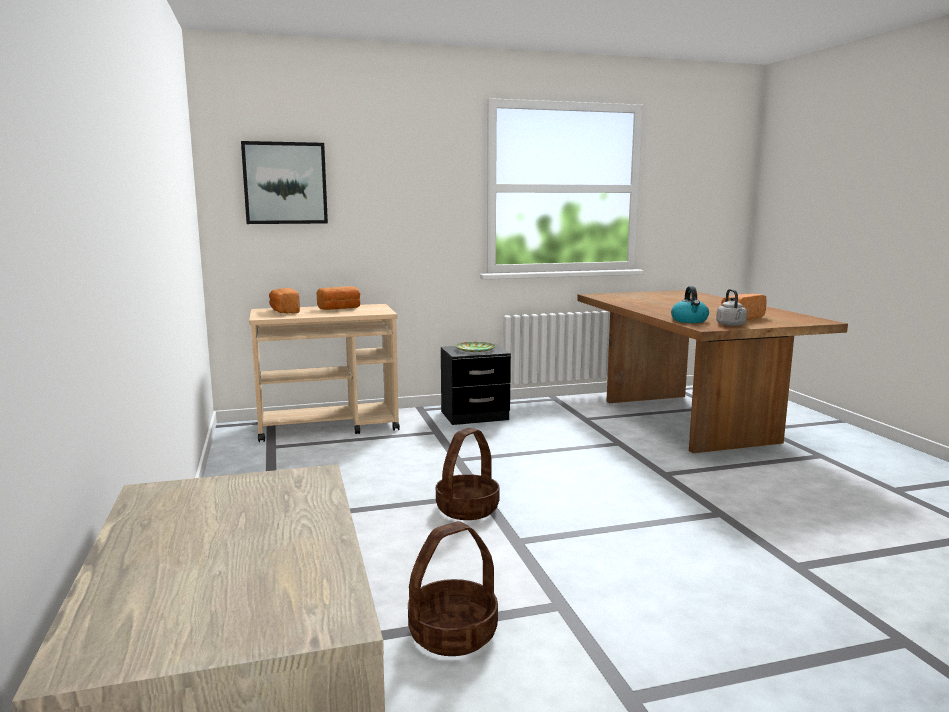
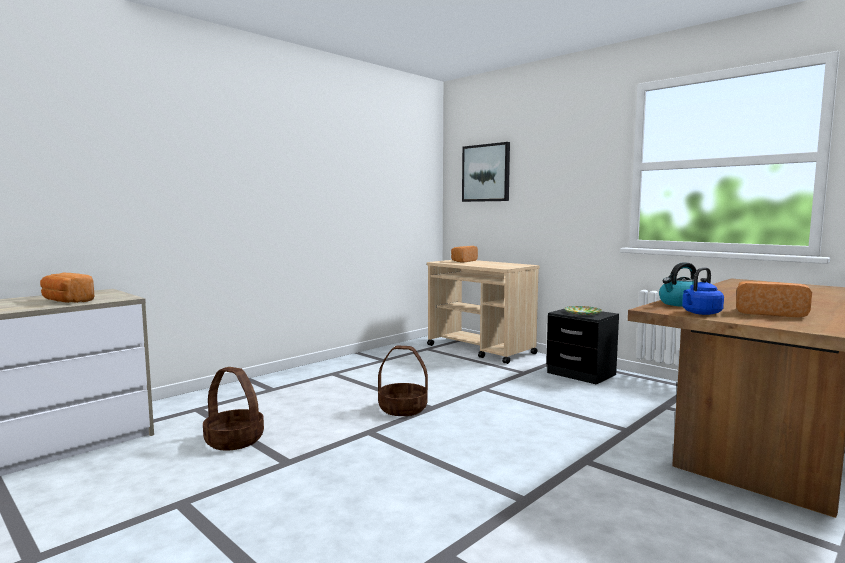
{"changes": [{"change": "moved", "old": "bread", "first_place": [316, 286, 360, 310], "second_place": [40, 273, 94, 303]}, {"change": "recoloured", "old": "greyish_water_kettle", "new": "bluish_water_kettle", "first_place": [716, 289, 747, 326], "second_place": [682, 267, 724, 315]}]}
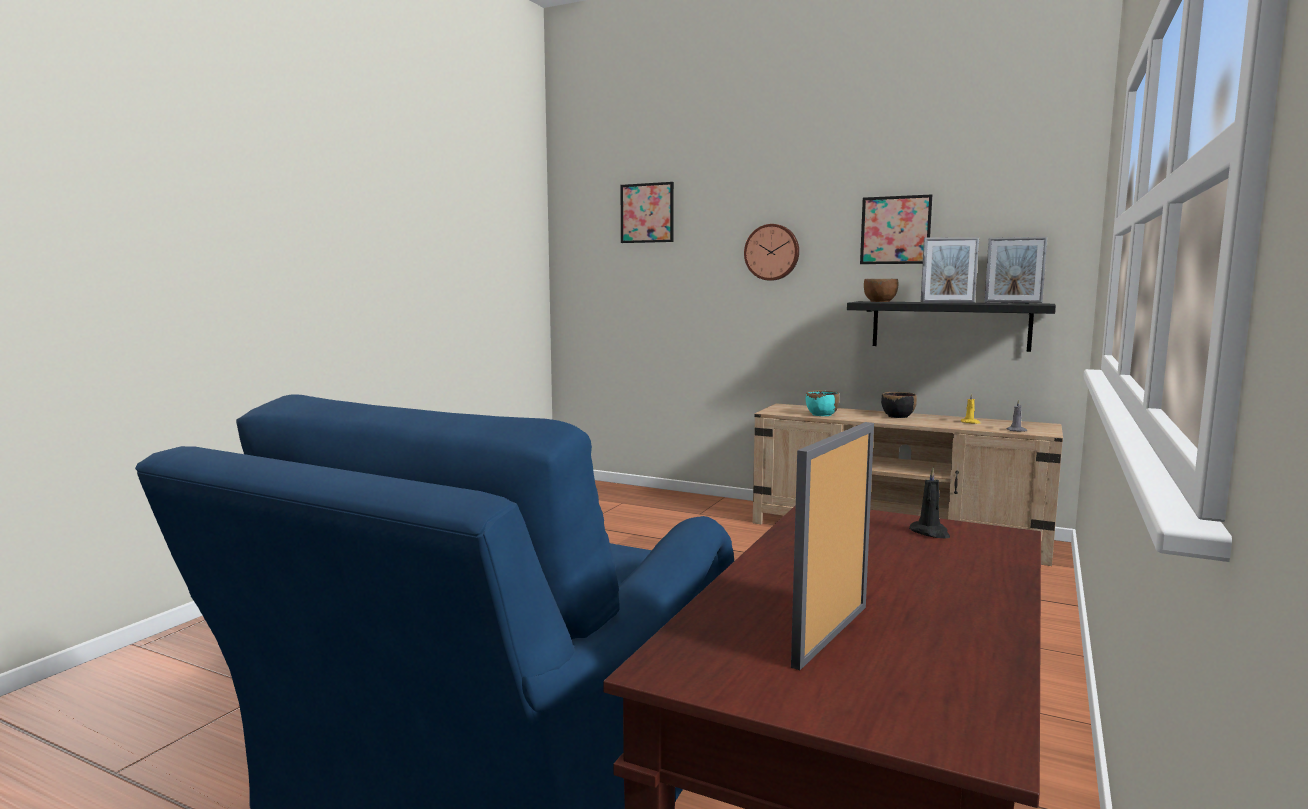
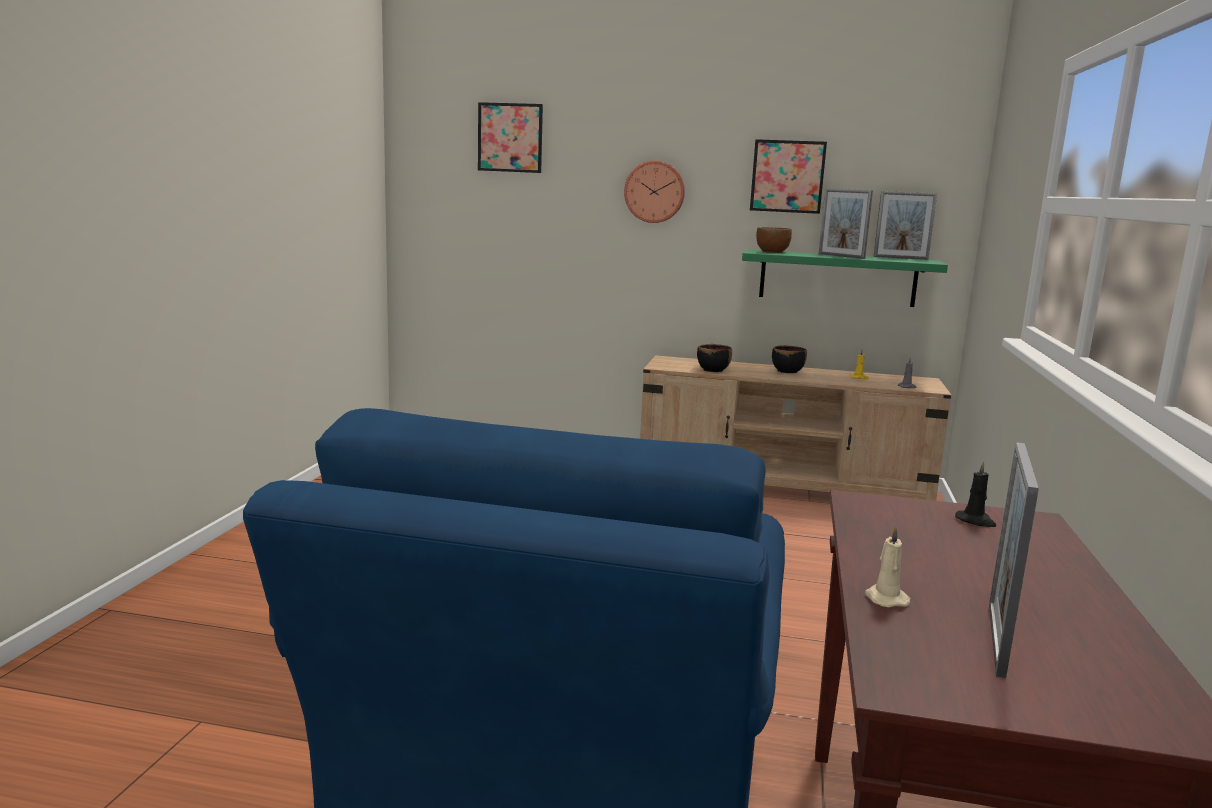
{"changes": [{"change": "recoloured", "old": "blue-green_bowl", "new": "blackish_bowl", "first_place": [806, 390, 840, 416], "second_place": [697, 344, 732, 372]}, {"change": "recoloured", "old": "blackish_wall_shelf", "new": "green_wall_shelf", "first_place": [847, 301, 1056, 352], "second_place": [742, 249, 948, 307]}, {"change": "turned", "old": "picture_frame", "first_place": [921, 237, 979, 303], "second_place": [819, 189, 873, 259], "degrees": 60}, {"change": "added", "new": "beige-coloured_wax_light", "second_place": [865, 526, 910, 607]}]}
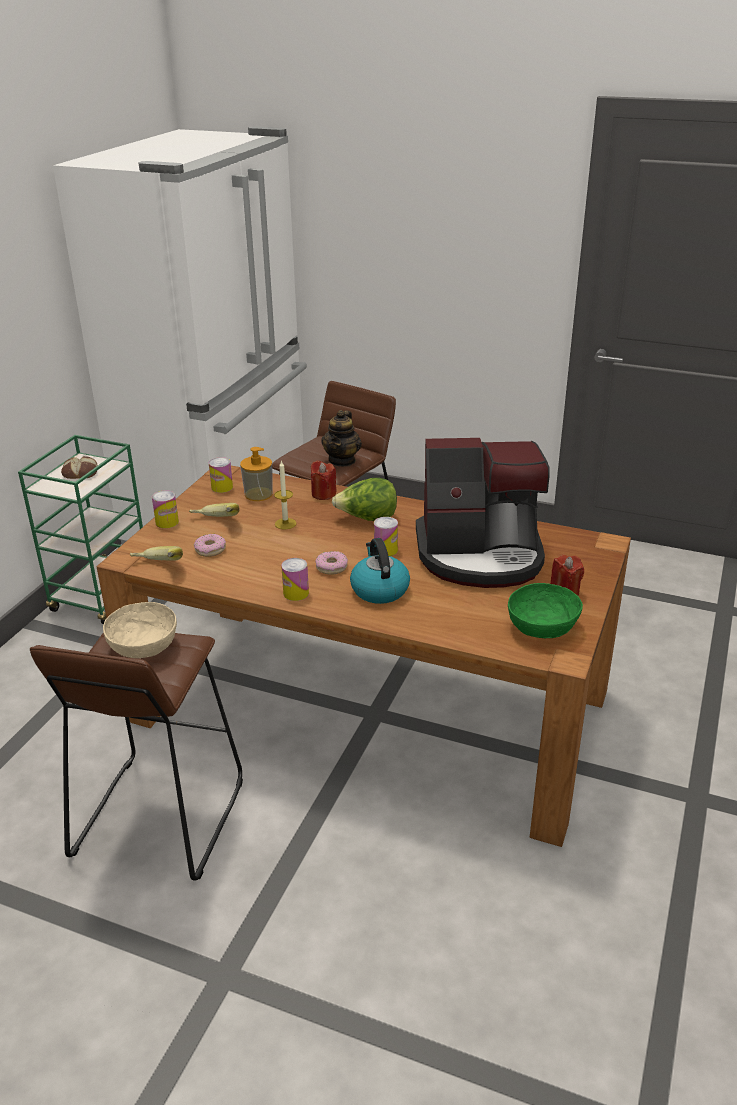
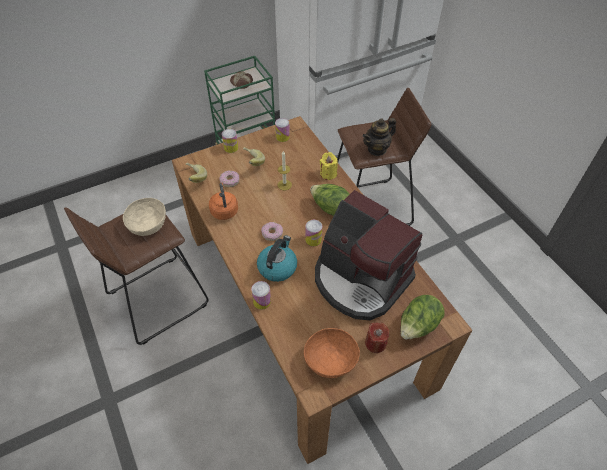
{"changes": [{"change": "added", "new": "orangey_water_kettle", "second_place": [209, 183, 238, 220]}, {"change": "moved", "old": "can", "first_place": [281, 558, 309, 601], "second_place": [251, 281, 271, 309]}, {"change": "recoloured", "old": "green_bowl", "new": "orangey_bowl", "first_place": [508, 583, 583, 638], "second_place": [304, 328, 360, 378]}, {"change": "recoloured", "old": "reddish_wax_light", "new": "yellowish_wax_light", "first_place": [311, 461, 337, 500], "second_place": [320, 152, 338, 180]}, {"change": "added", "new": "head_of_lettuce", "second_place": [400, 295, 444, 339]}, {"change": "removed", "old": "soap_dispenser", "first_place": [240, 447, 273, 501]}]}
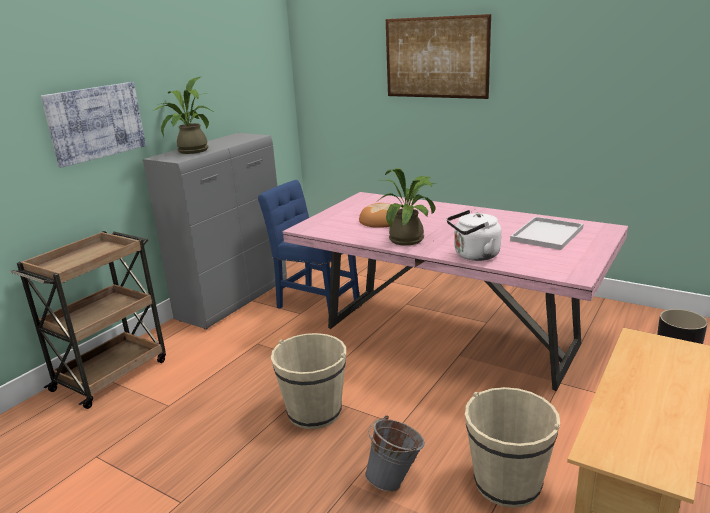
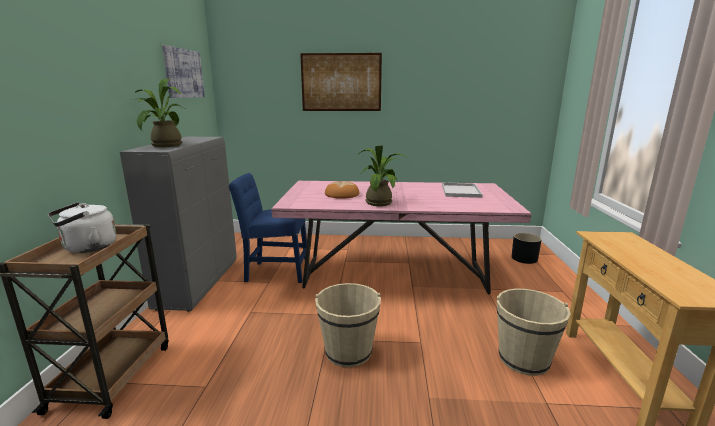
{"changes": [{"change": "moved", "old": "white-coloured_water_kettle", "first_place": [447, 210, 501, 261], "second_place": [48, 203, 117, 253]}, {"change": "moved", "old": "wall_art", "first_place": [41, 82, 146, 168], "second_place": [162, 45, 205, 98]}, {"change": "removed", "old": "greyish_water_bucket", "first_place": [365, 415, 425, 492]}]}
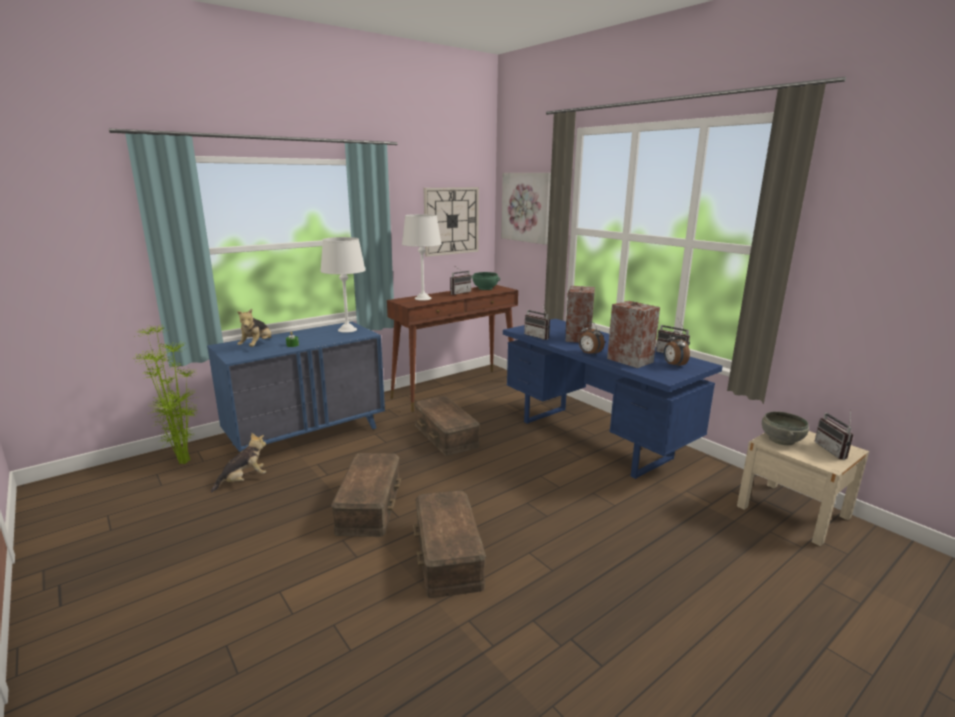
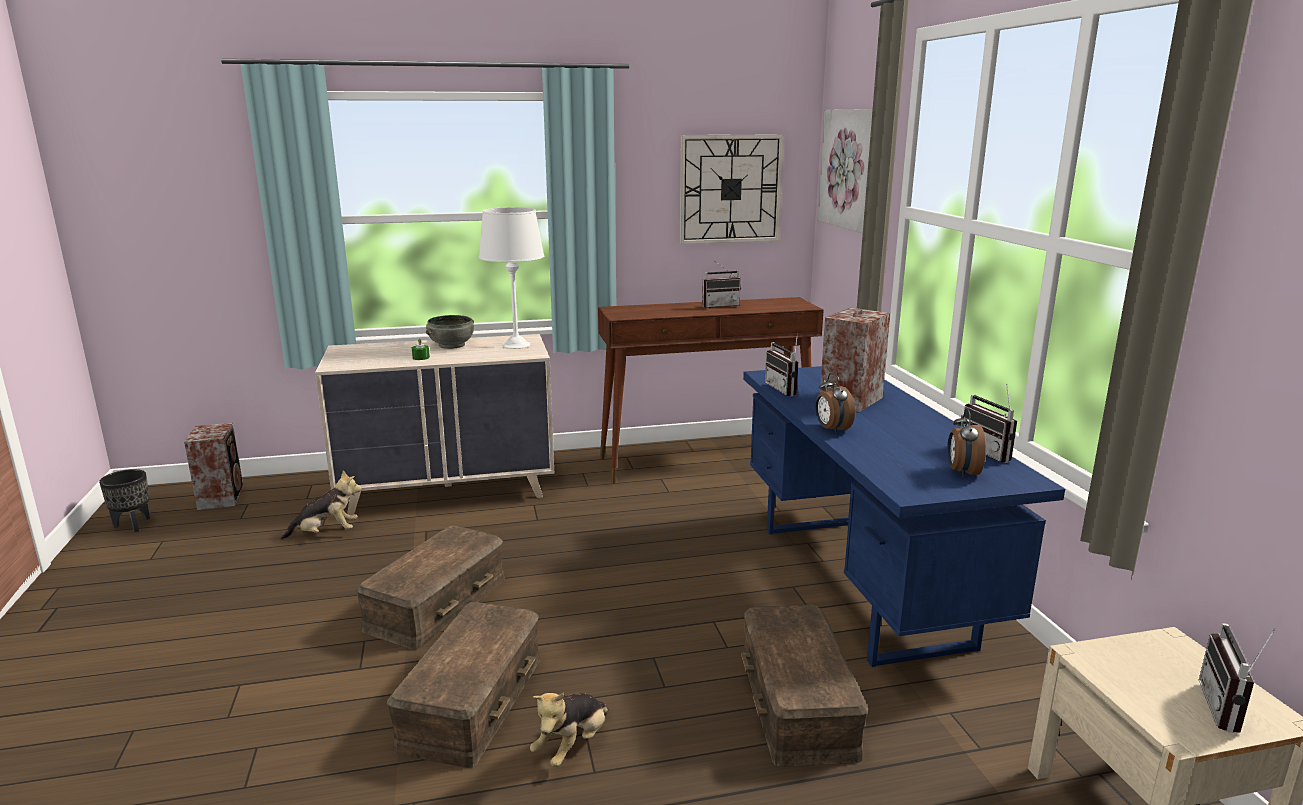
{"changes": [{"change": "added", "new": "blackish_flower_pot", "second_place": [99, 469, 150, 532]}, {"change": "moved", "old": "speaker", "first_place": [607, 301, 660, 368], "second_place": [184, 423, 244, 510]}, {"change": "recoloured", "old": "bluish_chest_of_drawers", "new": "beige-coloured_chest_of_drawers", "first_place": [207, 322, 385, 452], "second_place": [315, 334, 555, 515]}, {"change": "moved", "old": "greyish_bowl", "first_place": [762, 411, 809, 445], "second_place": [426, 315, 474, 349]}, {"change": "moved", "old": "soft_toy", "first_place": [237, 309, 271, 347], "second_place": [530, 692, 609, 767]}, {"change": "moved", "old": "brown_storage_container", "first_place": [414, 396, 480, 456], "second_place": [741, 605, 869, 767]}, {"change": "removed", "old": "houseplant", "first_place": [134, 325, 198, 464]}, {"change": "removed", "old": "white-coloured_table_lamp", "first_place": [402, 214, 441, 301]}, {"change": "removed", "old": "green_bowl", "first_place": [471, 272, 500, 290]}]}
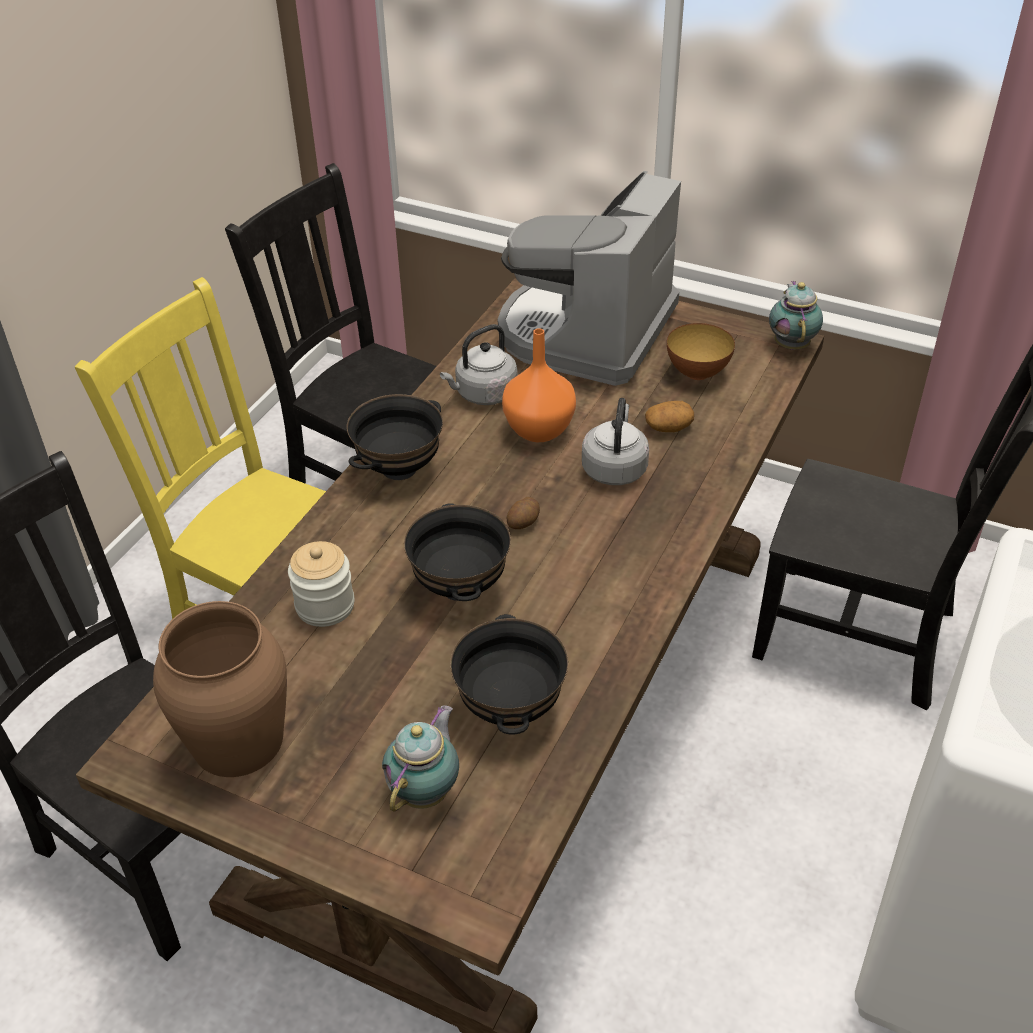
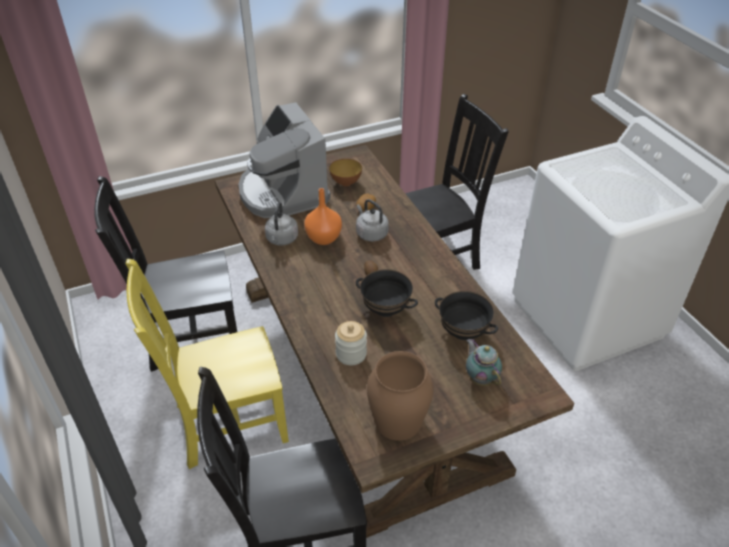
{"changes": [{"change": "removed", "old": "blackish_bowl", "first_place": [347, 394, 443, 480]}, {"change": "removed", "old": "teapot", "first_place": [769, 281, 823, 350]}]}
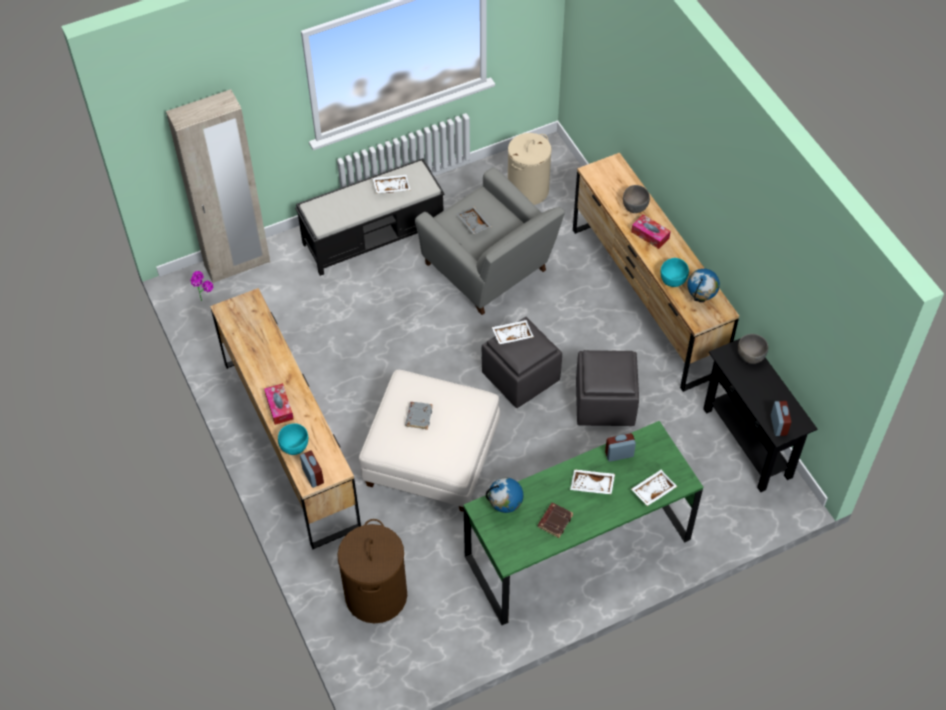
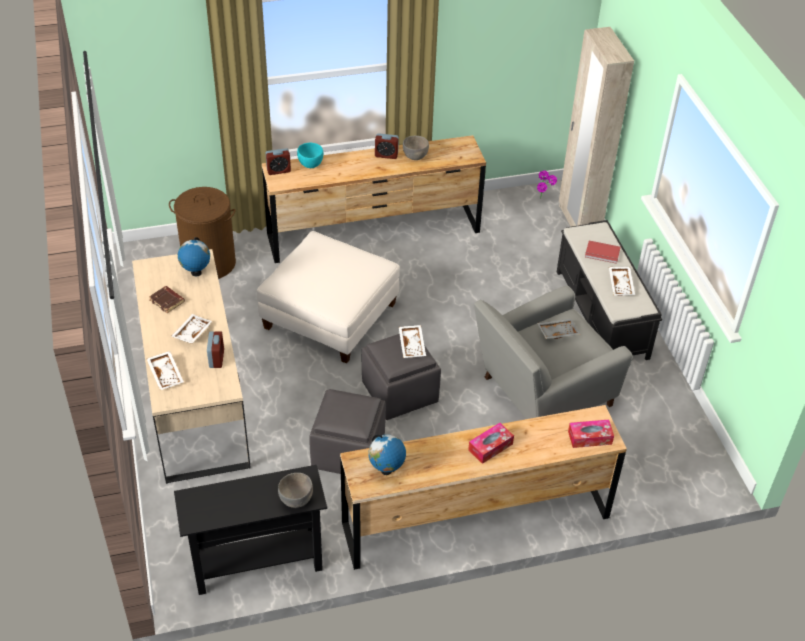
{"changes": [{"change": "recoloured", "old": "green_desk_unit", "new": "beige-coloured_desk_unit", "first_place": [463, 421, 703, 625], "second_place": [132, 249, 251, 484]}, {"change": "moved", "old": "table_clock", "first_place": [771, 401, 791, 436], "second_place": [375, 133, 399, 159]}, {"change": "moved", "old": "greyish_bowl", "first_place": [623, 185, 650, 213], "second_place": [403, 136, 429, 160]}, {"change": "moved", "old": "tissue_box", "first_place": [264, 383, 294, 425], "second_place": [568, 420, 614, 448]}, {"change": "added", "new": "reddish_volume", "second_place": [585, 241, 621, 264]}, {"change": "removed", "old": "greyish_volume", "first_place": [405, 402, 433, 430]}, {"change": "removed", "old": "beige-coloured_laundry_basket", "first_place": [508, 133, 552, 205]}, {"change": "removed", "old": "blue-green_bowl", "first_place": [661, 258, 689, 287]}]}
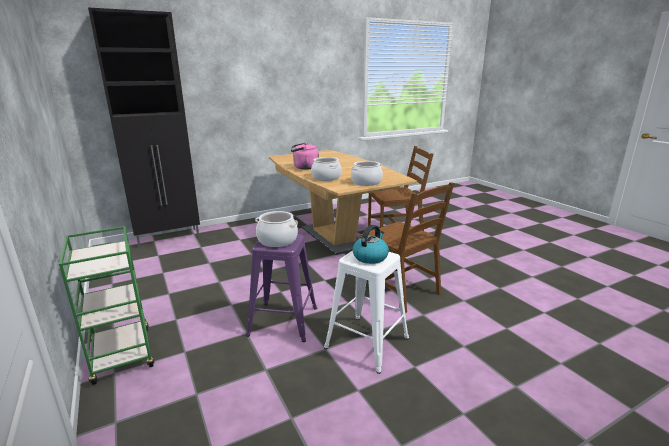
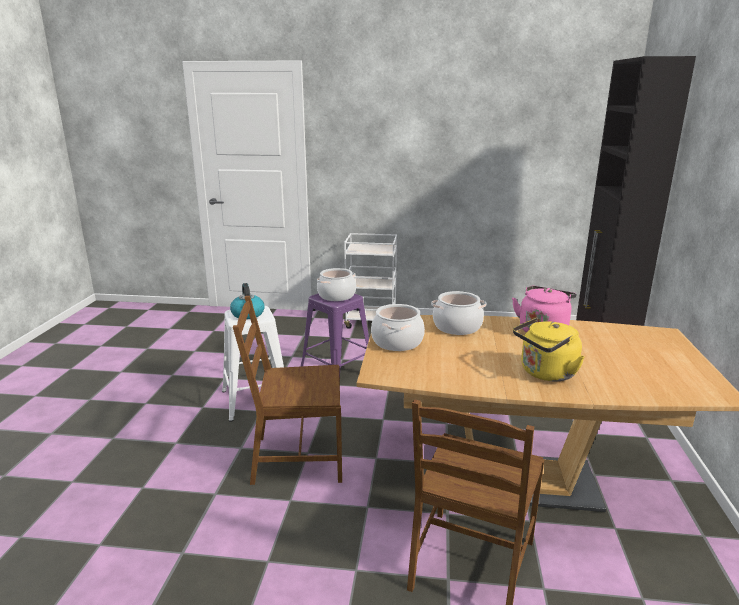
{"changes": [{"change": "recoloured", "old": "green_wheeled_cart", "new": "white-coloured_wheeled_cart", "first_place": [59, 226, 155, 385], "second_place": [344, 233, 397, 329]}, {"change": "added", "new": "yellowish_water_kettle", "second_place": [513, 318, 585, 382]}]}
